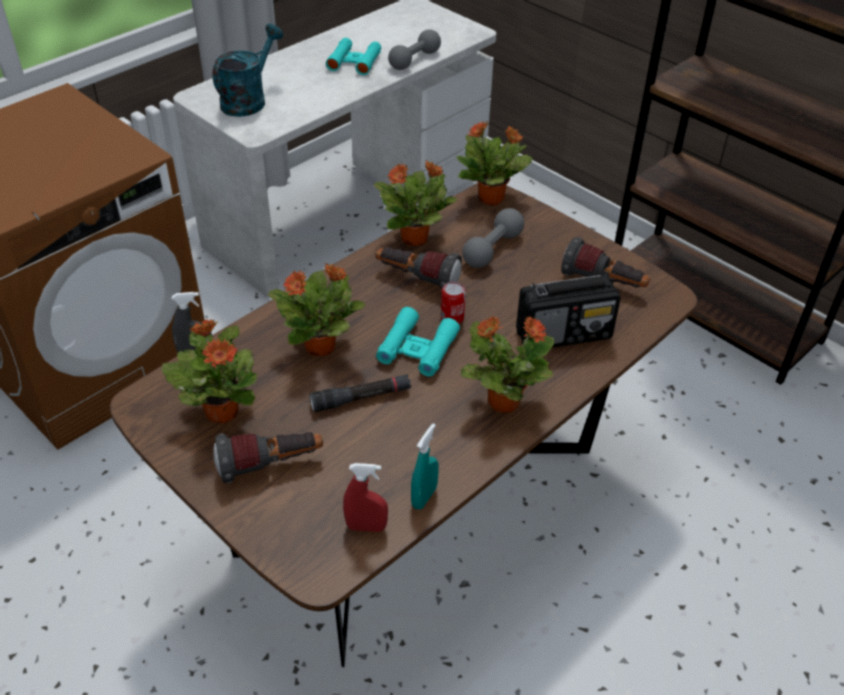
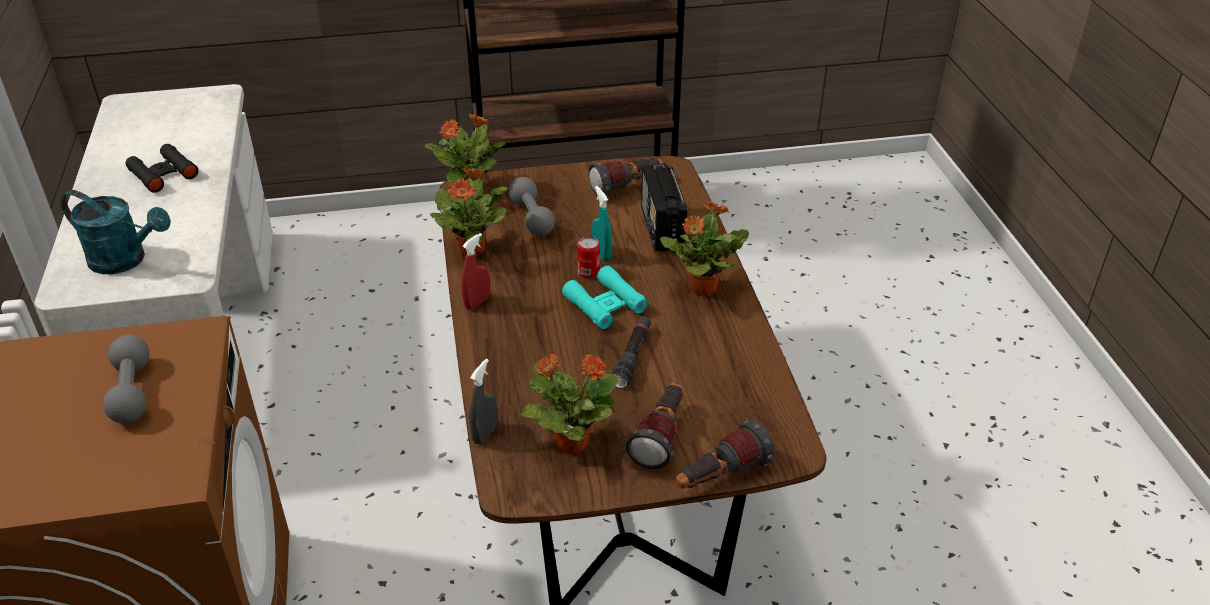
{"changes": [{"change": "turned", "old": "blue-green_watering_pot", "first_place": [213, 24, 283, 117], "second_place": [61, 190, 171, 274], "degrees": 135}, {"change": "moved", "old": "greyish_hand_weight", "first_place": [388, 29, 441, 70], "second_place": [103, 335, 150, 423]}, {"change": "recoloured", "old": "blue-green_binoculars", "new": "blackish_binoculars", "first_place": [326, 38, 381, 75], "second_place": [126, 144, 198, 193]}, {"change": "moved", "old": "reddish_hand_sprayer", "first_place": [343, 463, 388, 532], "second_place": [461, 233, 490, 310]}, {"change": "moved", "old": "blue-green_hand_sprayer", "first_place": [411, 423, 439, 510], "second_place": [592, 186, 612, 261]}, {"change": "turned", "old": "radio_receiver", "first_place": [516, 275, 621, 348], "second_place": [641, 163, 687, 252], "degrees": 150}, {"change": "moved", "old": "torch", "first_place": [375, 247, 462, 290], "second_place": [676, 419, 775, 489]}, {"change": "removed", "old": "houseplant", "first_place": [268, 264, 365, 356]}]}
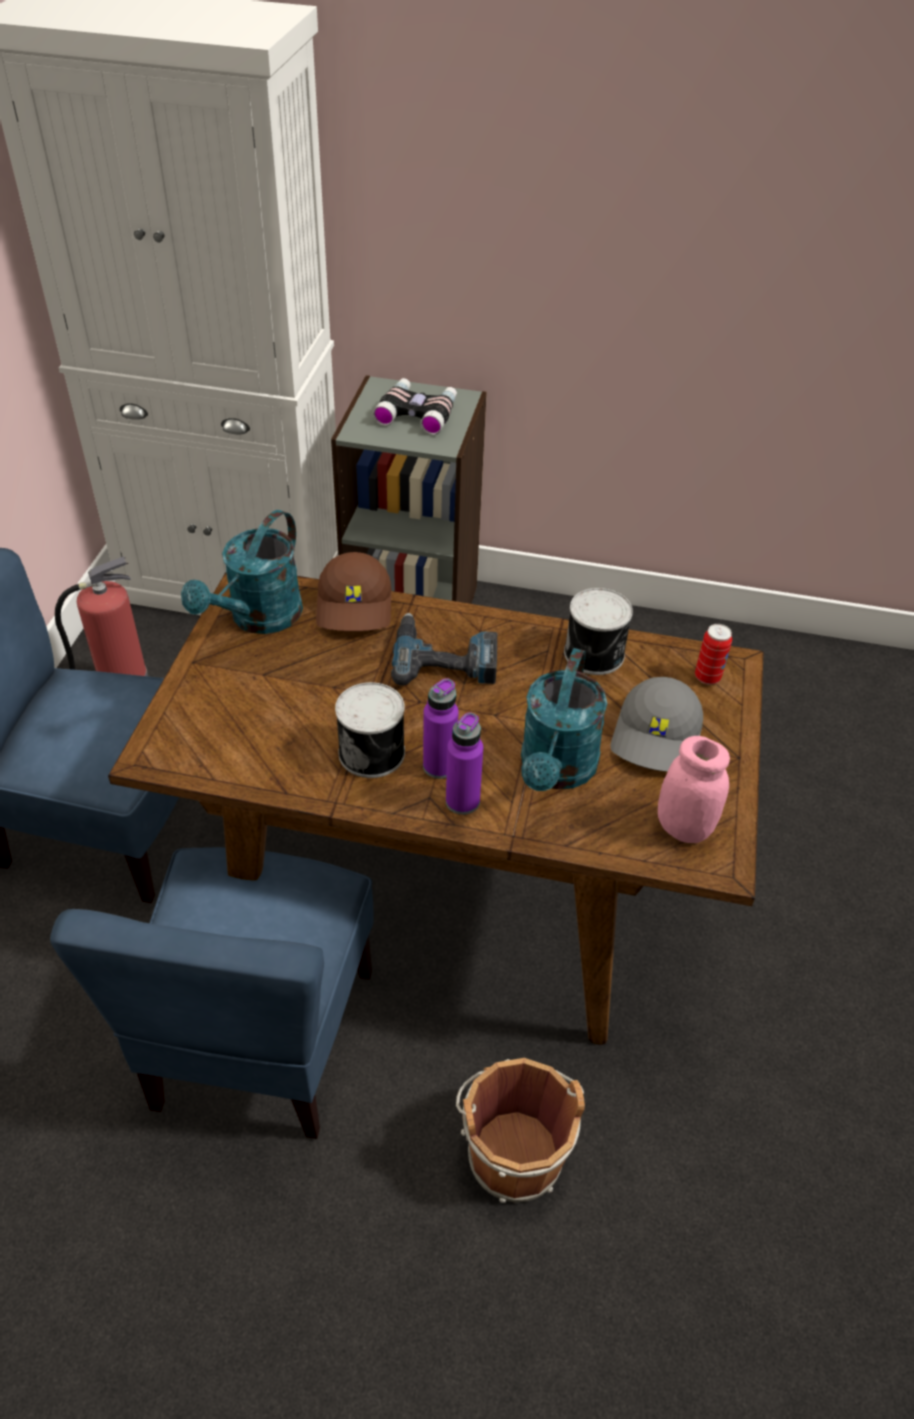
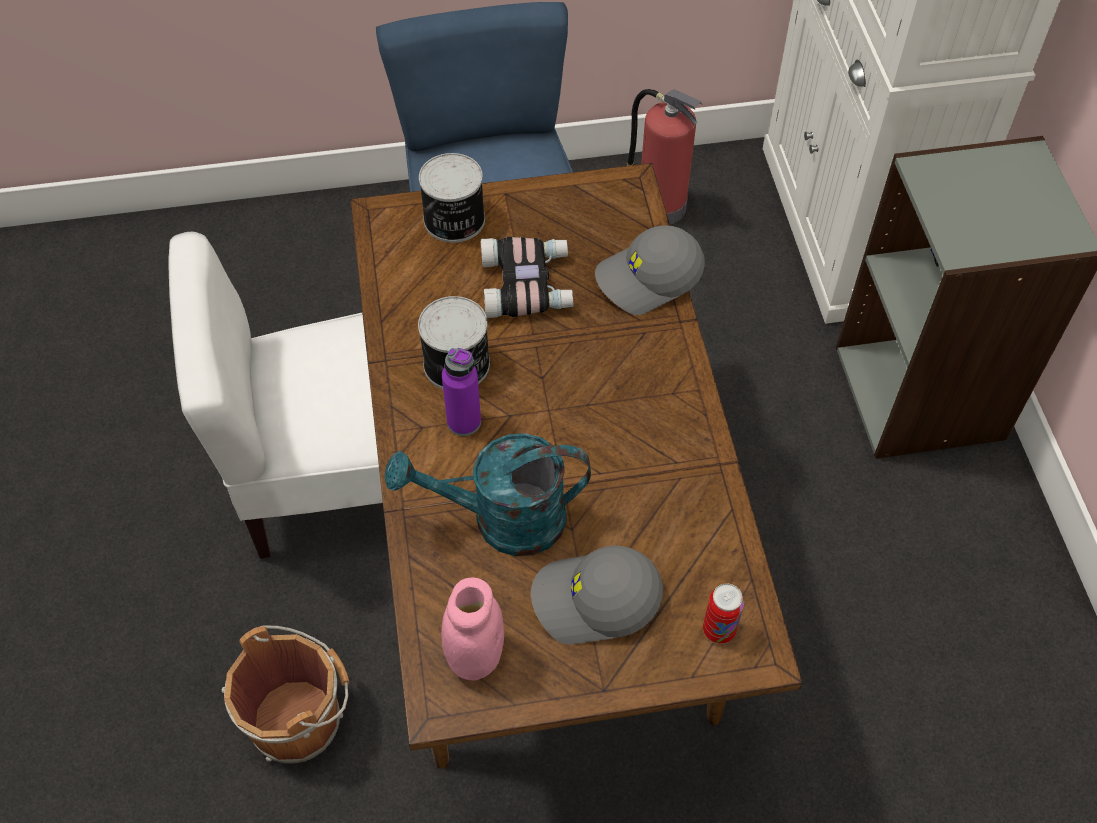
{"changes": [{"change": "recoloured", "old": "bluish_upright_chair", "new": "white-coloured_upright_chair", "first_place": [50, 847, 374, 1139], "second_place": [168, 232, 383, 559]}, {"change": "moved", "old": "can", "first_place": [564, 588, 633, 675], "second_place": [419, 153, 485, 243]}, {"change": "moved", "old": "binoculars", "first_place": [373, 378, 457, 435], "second_place": [481, 237, 573, 318]}, {"change": "recoloured", "old": "brown_peaked_cap", "new": "greyish_peaked_cap", "first_place": [316, 552, 392, 631], "second_place": [595, 225, 705, 315]}, {"change": "removed", "old": "blue-green_watering_pot", "first_place": [181, 510, 303, 634]}, {"change": "removed", "old": "electric_drill", "first_place": [391, 613, 497, 685]}, {"change": "removed", "old": "purple_beverage_bottle", "first_place": [446, 713, 483, 815]}]}
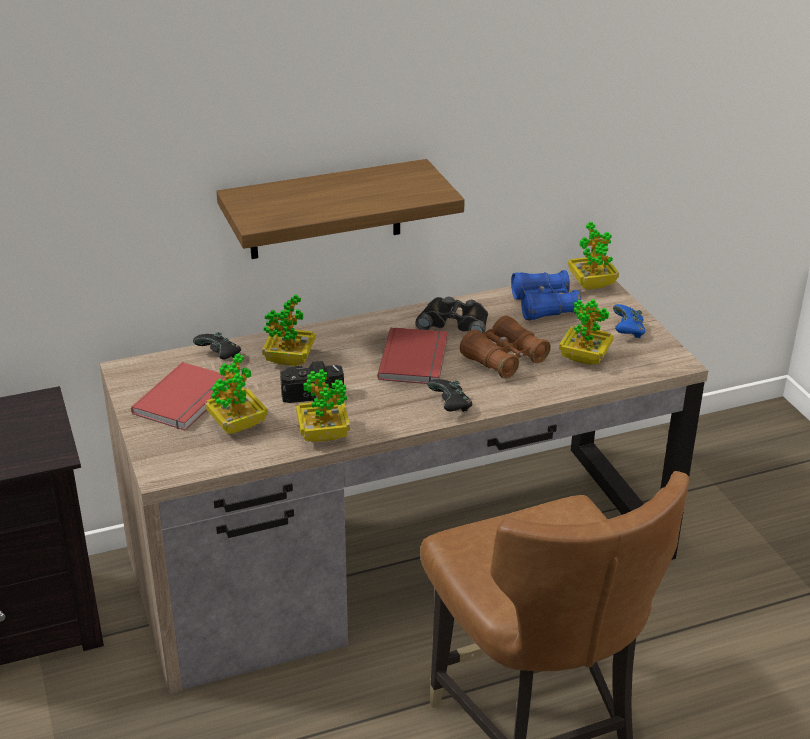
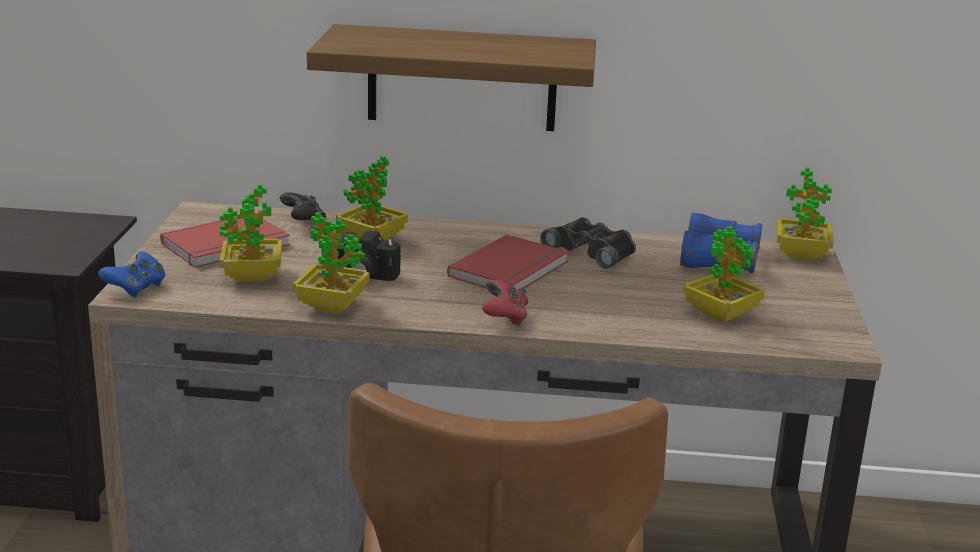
{"changes": [{"change": "moved", "old": "bluish_joypad", "first_place": [613, 304, 645, 339], "second_place": [98, 251, 166, 298]}, {"change": "recoloured", "old": "blackish_joypad", "new": "reddish_joypad", "first_place": [427, 379, 472, 412], "second_place": [482, 280, 528, 326]}, {"change": "removed", "old": "brown_binoculars", "first_place": [460, 315, 551, 379]}]}
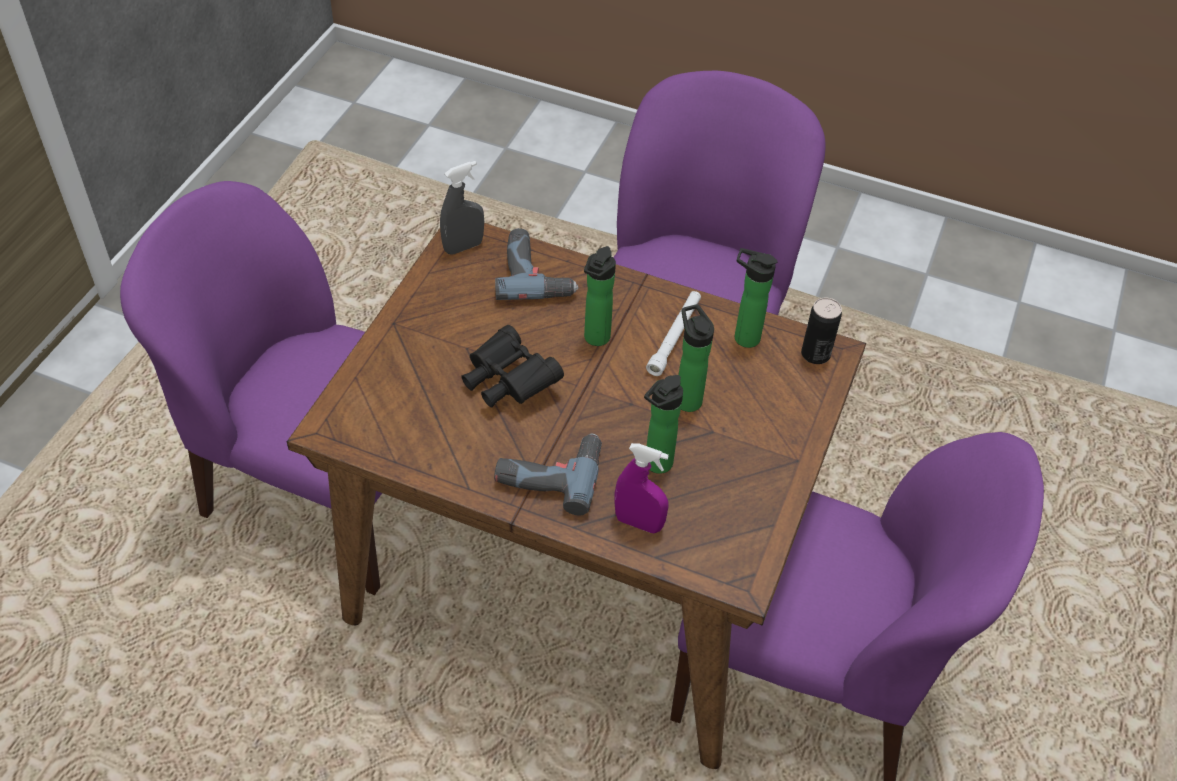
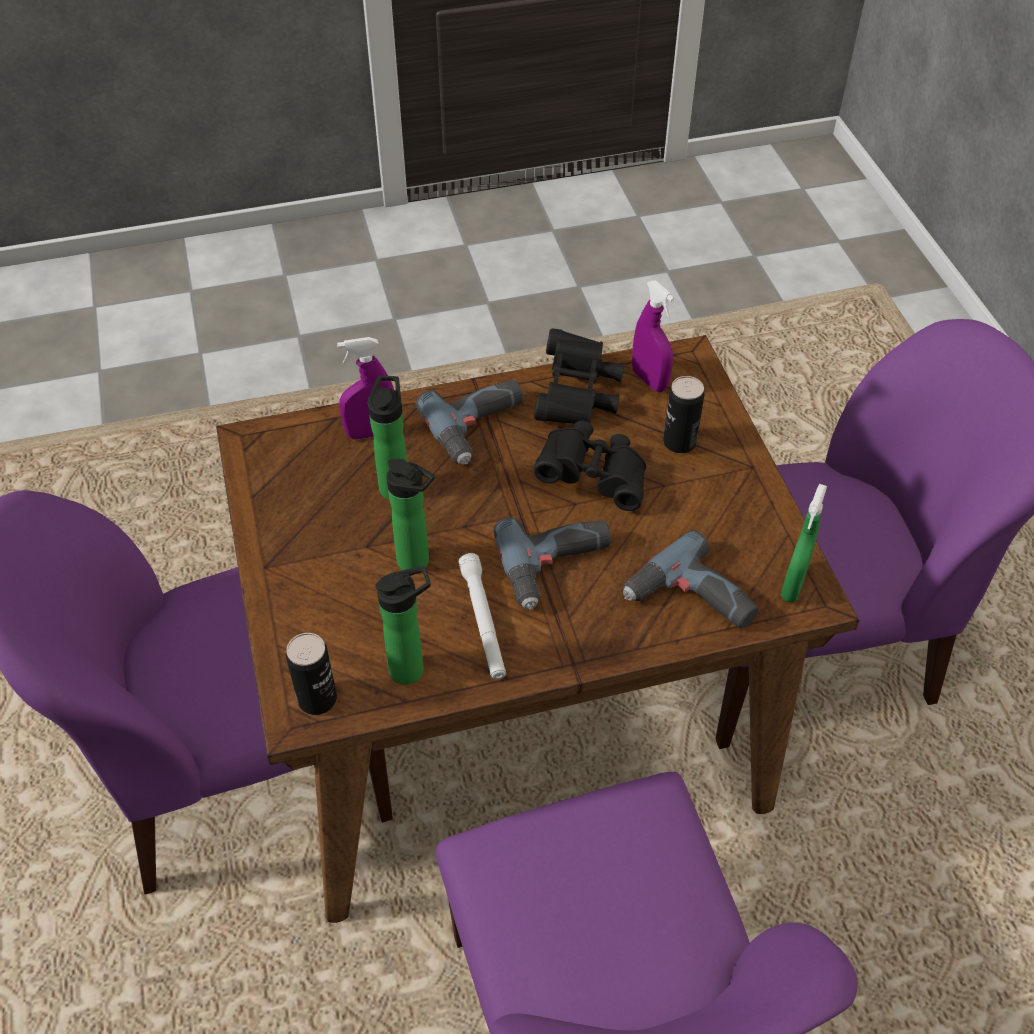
{"changes": [{"change": "replaced", "old": "beverage_bottle", "new": "electric_drill", "first_place": [584, 246, 616, 346], "second_place": [493, 518, 611, 610]}, {"change": "added", "new": "blackish_binoculars", "second_place": [534, 328, 624, 424]}, {"change": "added", "new": "purple_hand_sprayer", "second_place": [632, 280, 675, 392]}, {"change": "added", "new": "can", "second_place": [663, 376, 704, 453]}, {"change": "recoloured", "old": "greyish_hand_sprayer", "new": "green_hand_sprayer", "first_place": [440, 161, 484, 254], "second_place": [781, 484, 827, 602]}]}
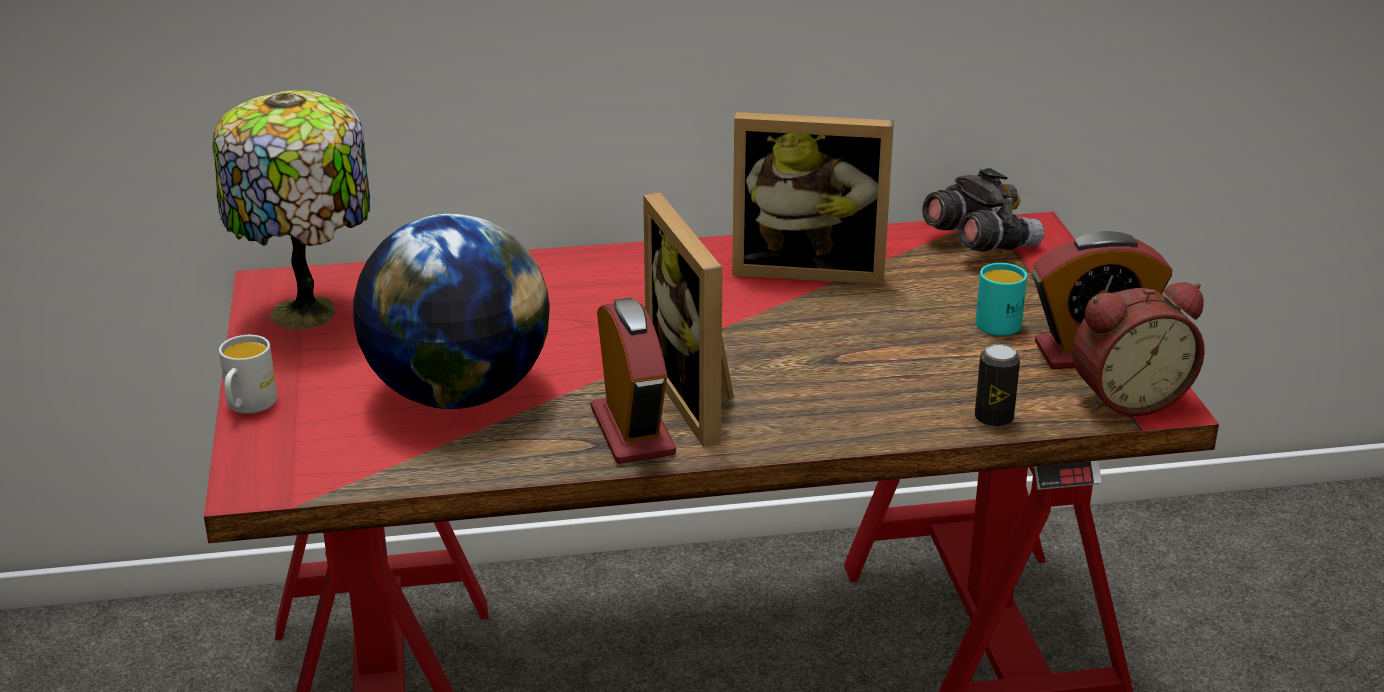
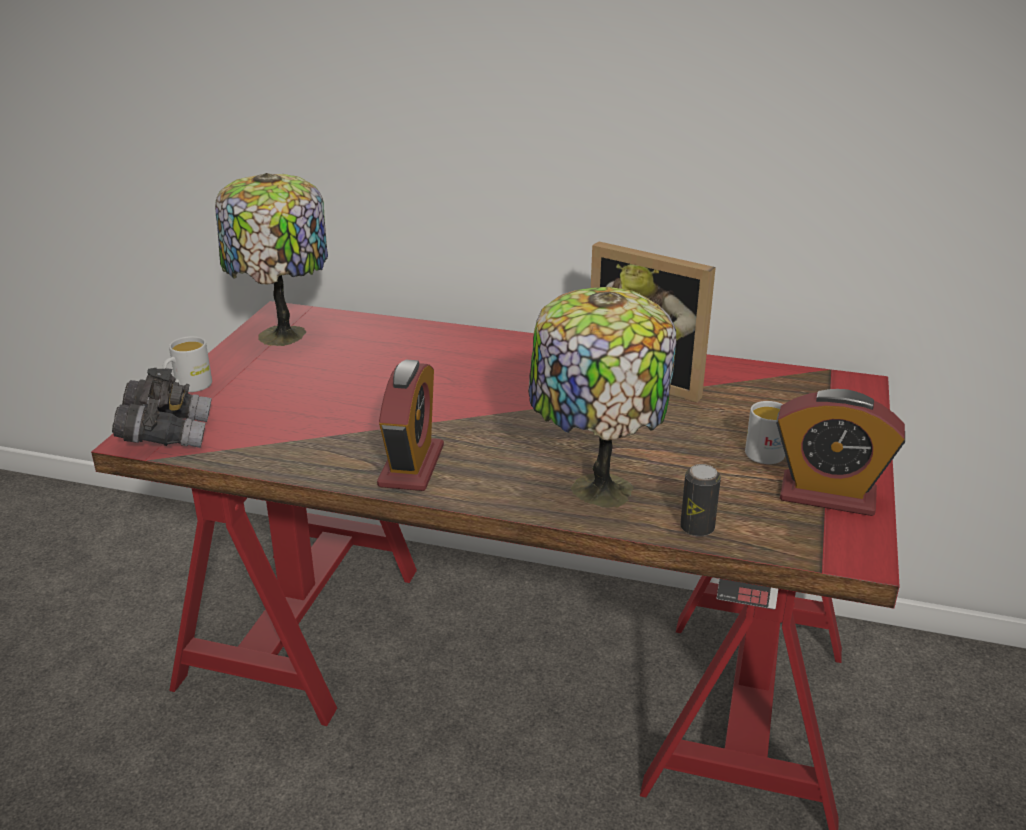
{"changes": [{"change": "moved", "old": "greyish_binoculars", "first_place": [922, 168, 1044, 252], "second_place": [112, 368, 212, 448]}, {"change": "added", "new": "table_lamp", "second_place": [528, 287, 676, 508]}, {"change": "recoloured", "old": "blue-green_mug", "new": "white-coloured_mug", "first_place": [976, 263, 1027, 336], "second_place": [745, 401, 785, 464]}, {"change": "removed", "old": "desk_globe", "first_place": [353, 214, 550, 409]}, {"change": "removed", "old": "picture_frame", "first_place": [643, 193, 734, 447]}, {"change": "removed", "old": "table_clock", "first_place": [1072, 282, 1205, 416]}]}
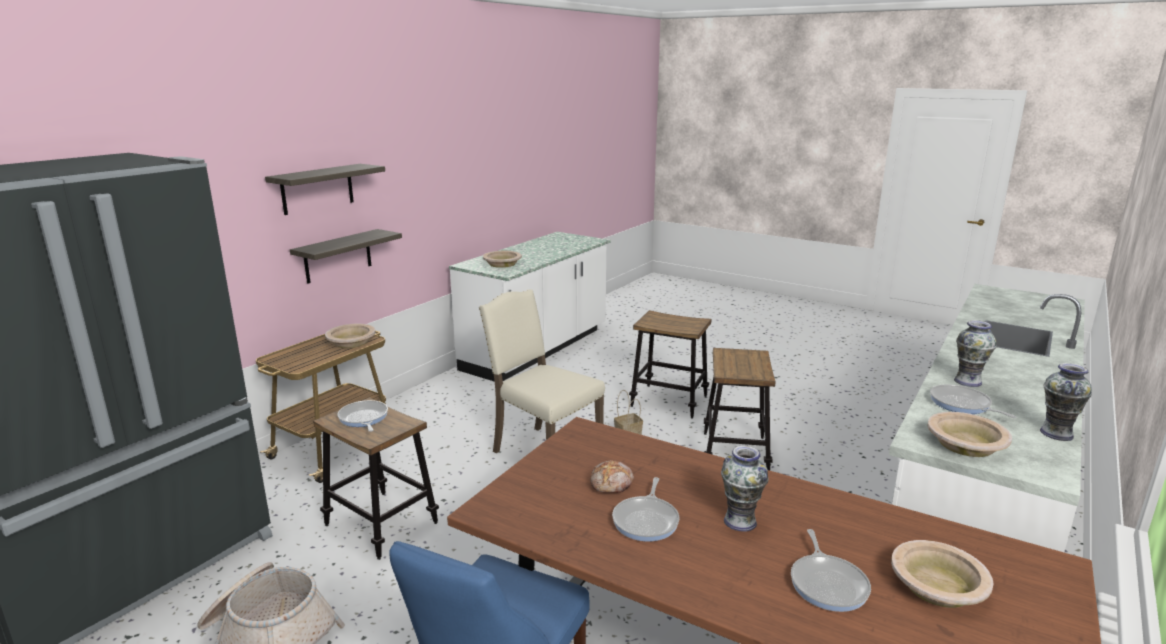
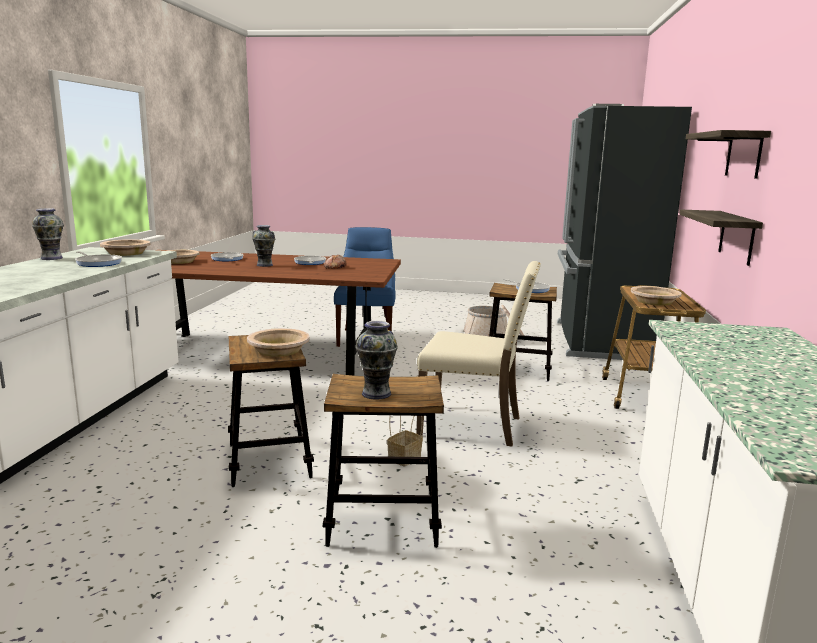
{"changes": [{"change": "moved", "old": "beige-coloured_bowl", "first_place": [483, 251, 522, 268], "second_place": [247, 328, 309, 357]}, {"change": "moved", "old": "flower_vase", "first_place": [954, 320, 997, 387], "second_place": [355, 321, 398, 400]}]}
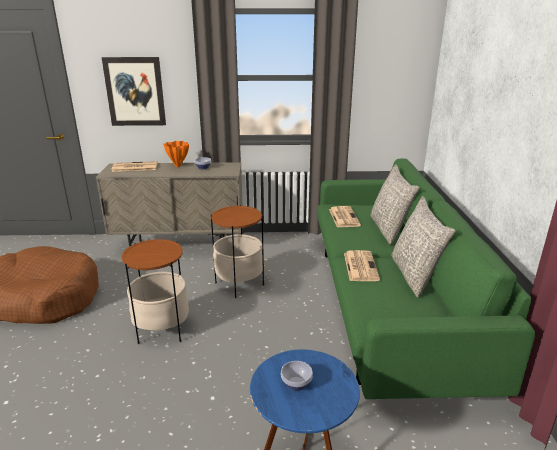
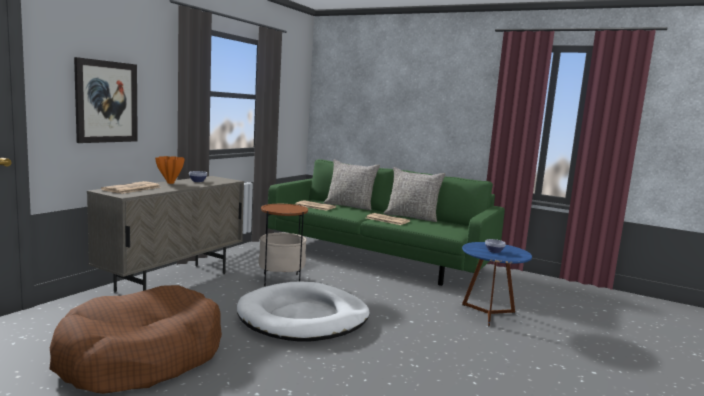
{"changes": [{"change": "replaced", "old": "end_table", "new": "white-coloured_dog_cushion", "first_place": [121, 239, 189, 344], "second_place": [237, 282, 370, 342]}]}
